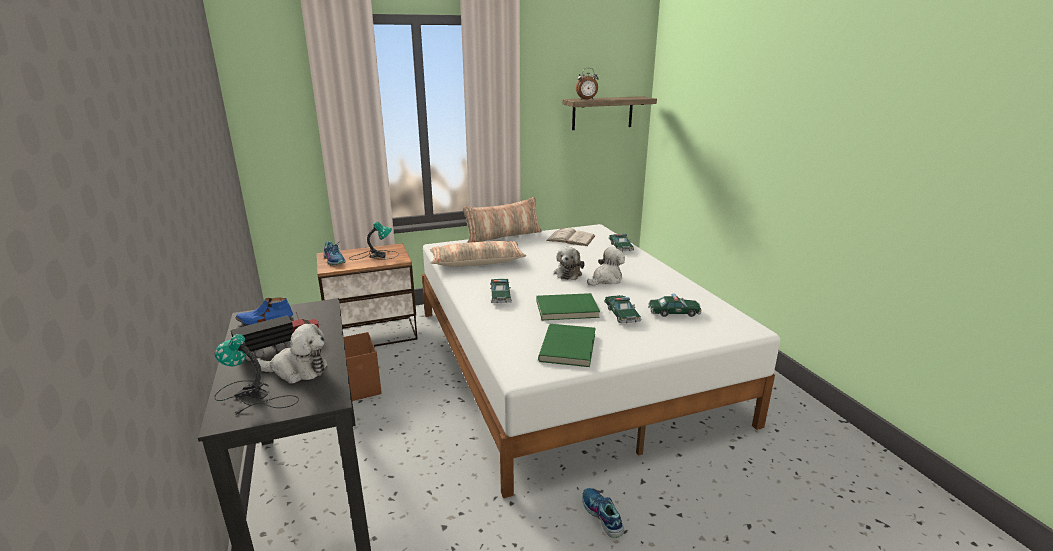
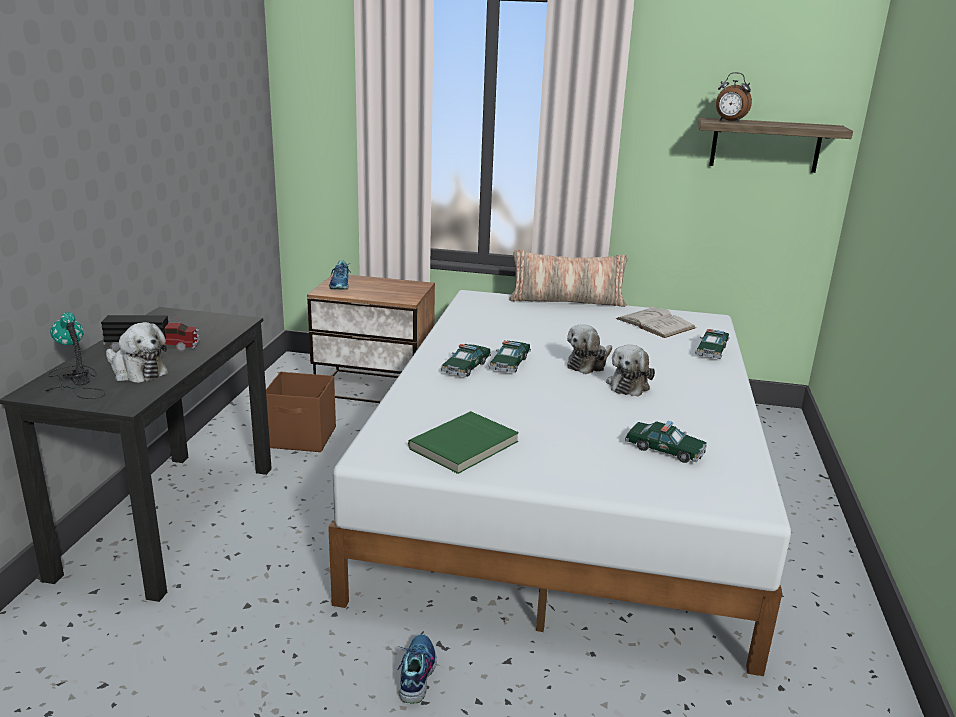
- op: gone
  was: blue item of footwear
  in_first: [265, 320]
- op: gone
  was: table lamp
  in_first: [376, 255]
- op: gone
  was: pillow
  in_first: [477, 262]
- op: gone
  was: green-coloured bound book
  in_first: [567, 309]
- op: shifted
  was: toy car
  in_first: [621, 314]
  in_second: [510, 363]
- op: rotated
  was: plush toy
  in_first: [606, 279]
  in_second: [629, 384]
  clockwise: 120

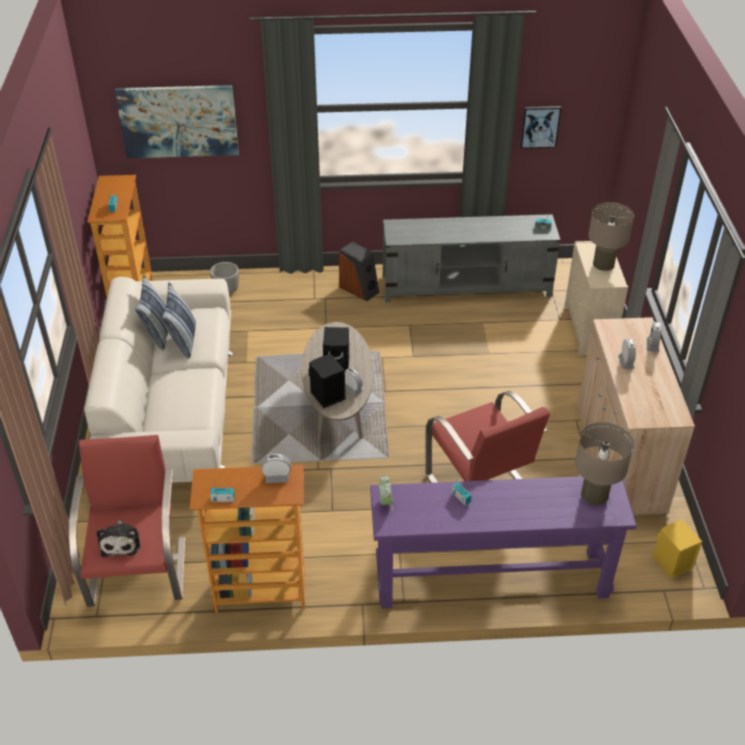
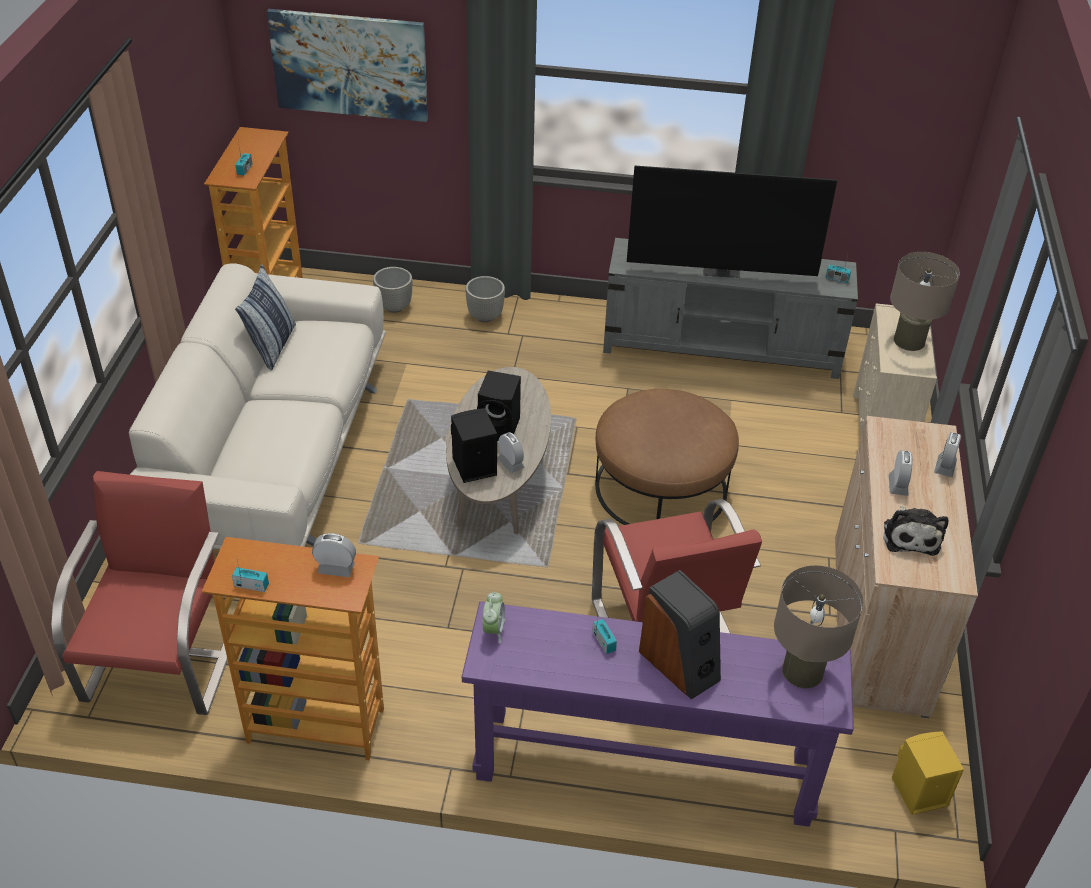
- op: gone
  was: pillow
  in_first: [183, 341]
- op: gone
  was: wall picture
  in_first: [540, 126]
- op: new
  now: gray planter
  in_second: [485, 316]
- op: new
  now: brown pouffe
  in_second: [661, 487]
- op: new
  now: TV
  in_second: [721, 269]
- op: shifted
  was: plush toy
  in_first: [121, 542]
  in_second: [910, 536]
- op: shifted
  was: loudspeaker
  in_first: [359, 289]
  in_second: [680, 664]

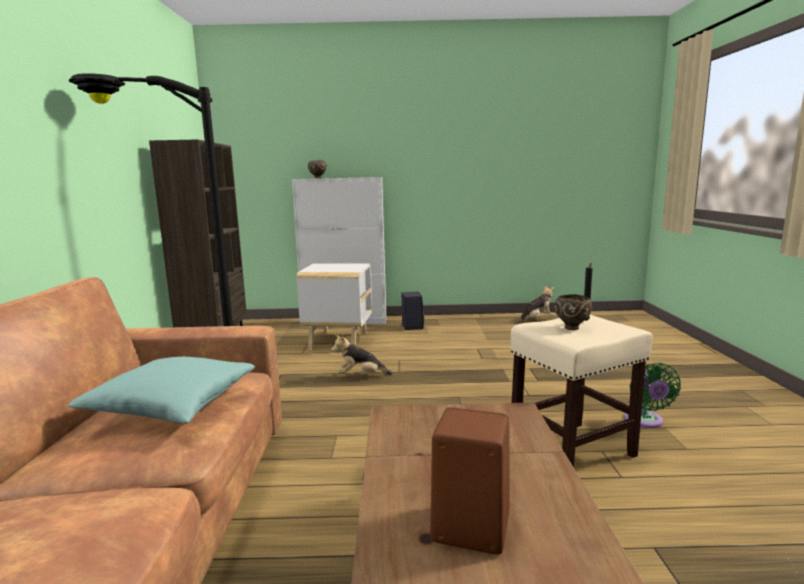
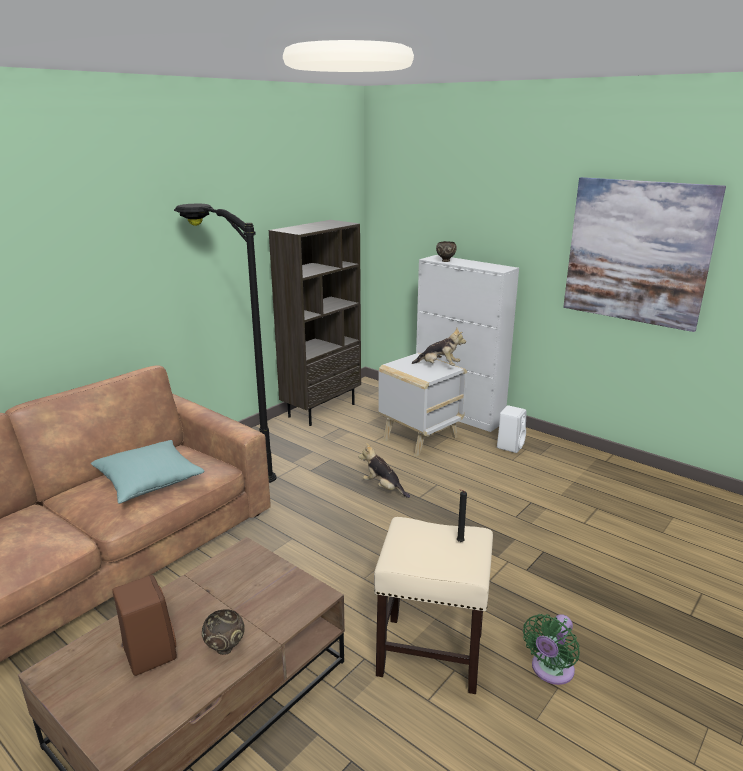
- op: new
  now: wall picture
  in_second: [637, 252]
- op: shifted
  was: plush toy
  in_first: [537, 320]
  in_second: [439, 366]
- op: shifted
  was: brown bowl
  in_first: [571, 328]
  in_second: [226, 648]
- op: repainted
  was: black loudspeaker
  now: white loudspeaker
  in_first: [412, 326]
  in_second: [510, 445]

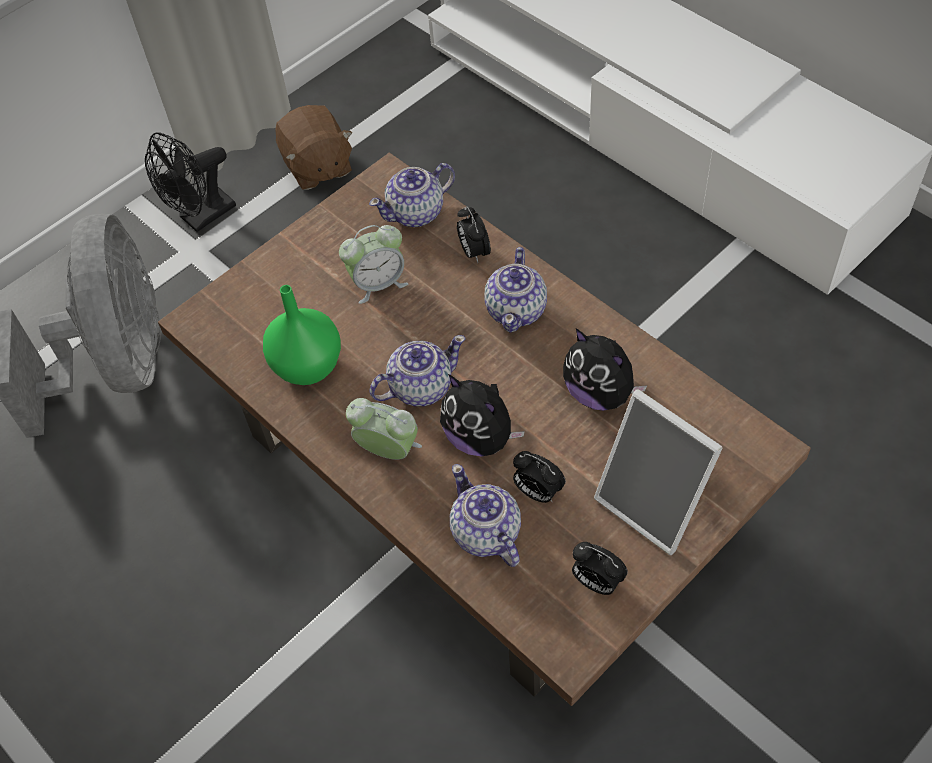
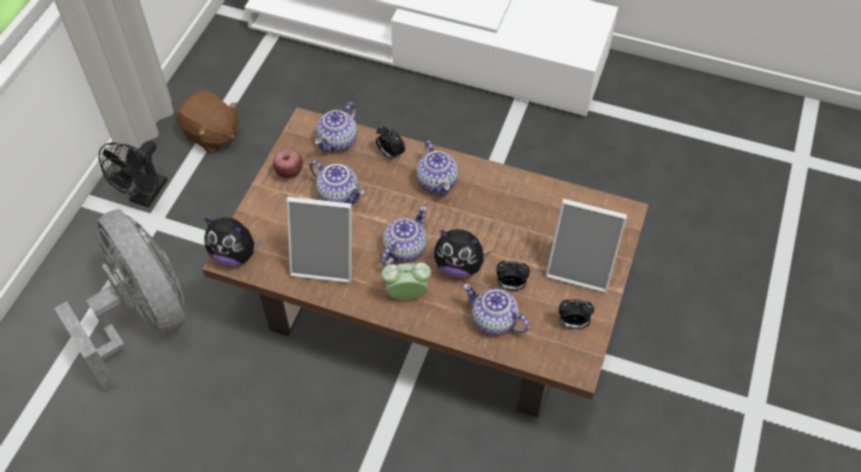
- op: new
  now: apple
  in_second: [289, 172]
- op: shifted
  was: plush toy
  in_first: [600, 393]
  in_second: [235, 254]
- op: swapped
  was: green-coloured decorative vase
  now: photo frame
  in_first: [309, 366]
  in_second: [325, 261]
- op: swapped
  was: alarm clock
  now: pot for tea
  in_first: [378, 283]
  in_second: [339, 194]

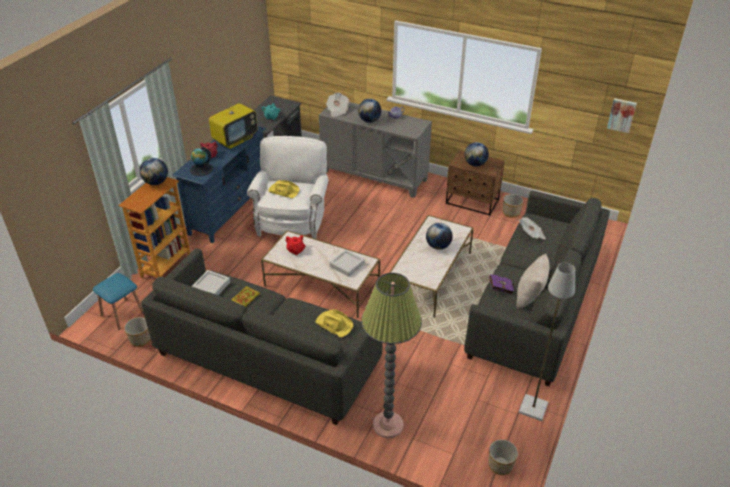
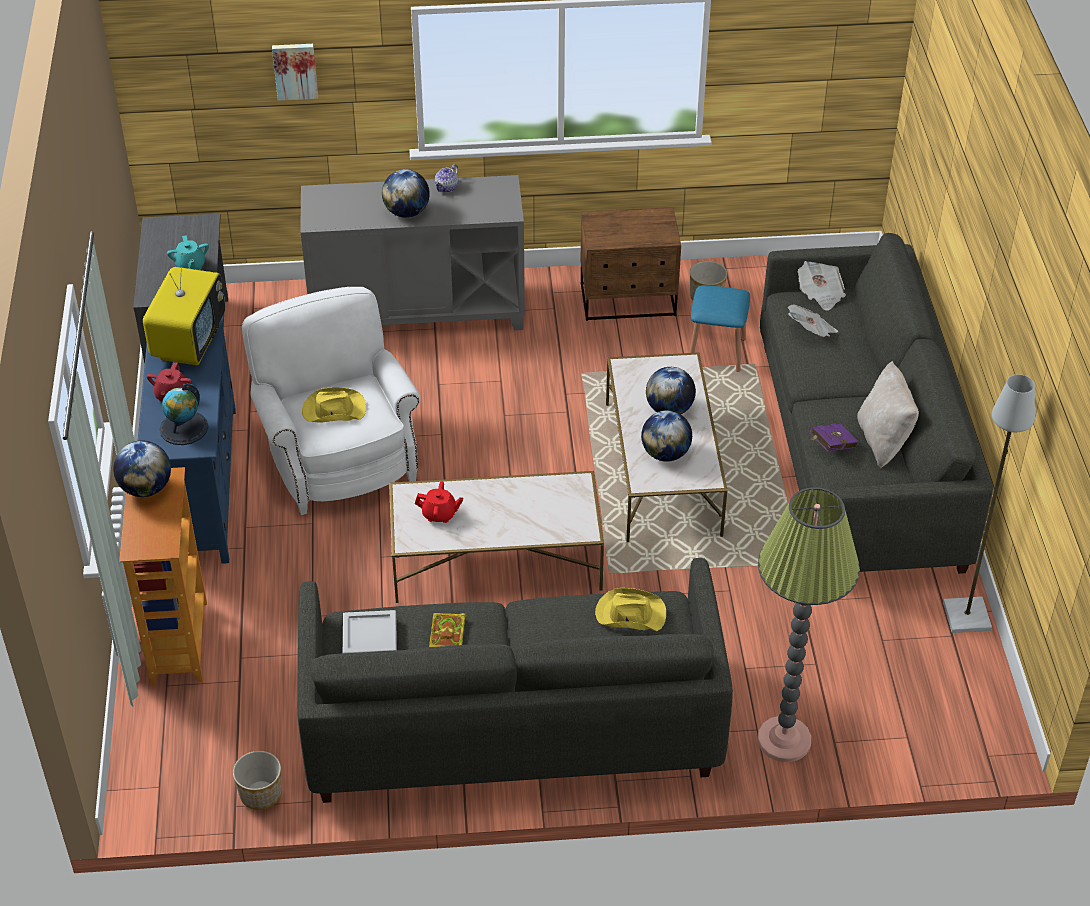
- op: gone
  was: gray tray
  in_first: [347, 265]
- op: gone
  was: planter
  in_first: [501, 465]
- op: shifted
  was: blue sitting stool
  in_first: [122, 314]
  in_second: [716, 352]
- op: shifted
  was: printed paper
  in_first: [337, 110]
  in_second: [820, 294]
- op: shifted
  was: world globe
  in_first: [475, 164]
  in_second: [665, 454]
- op: shifted
  was: wall picture
  in_first: [621, 115]
  in_second: [295, 70]

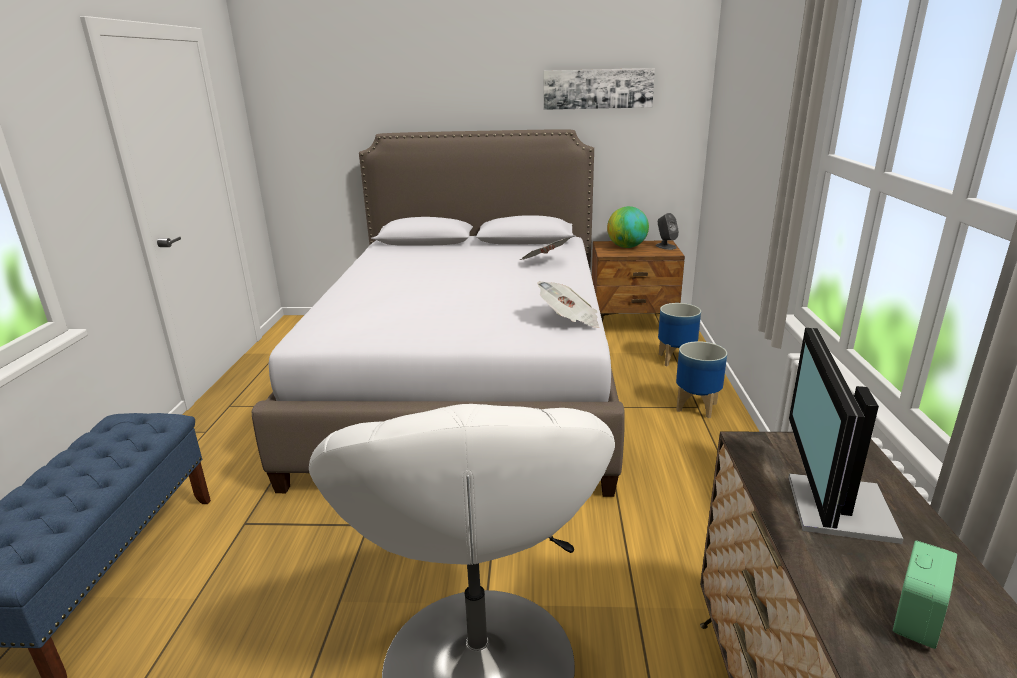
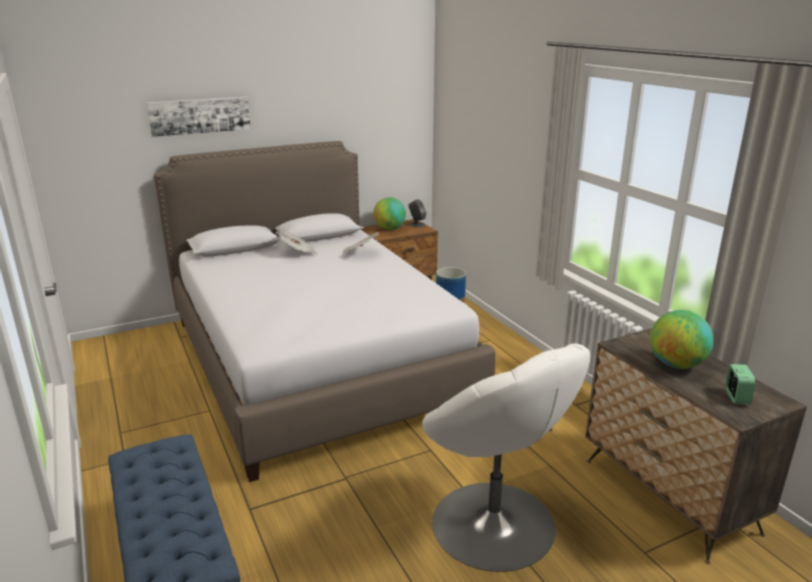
- op: gone
  was: planter
  in_first: [696, 407]
- op: shifted
  was: printed paper
  in_first: [569, 320]
  in_second: [298, 253]
- op: shifted
  was: wall picture
  in_first: [598, 89]
  in_second: [200, 115]
- op: swapped
  was: monitor
  now: world globe
  in_first: [835, 508]
  in_second: [676, 364]

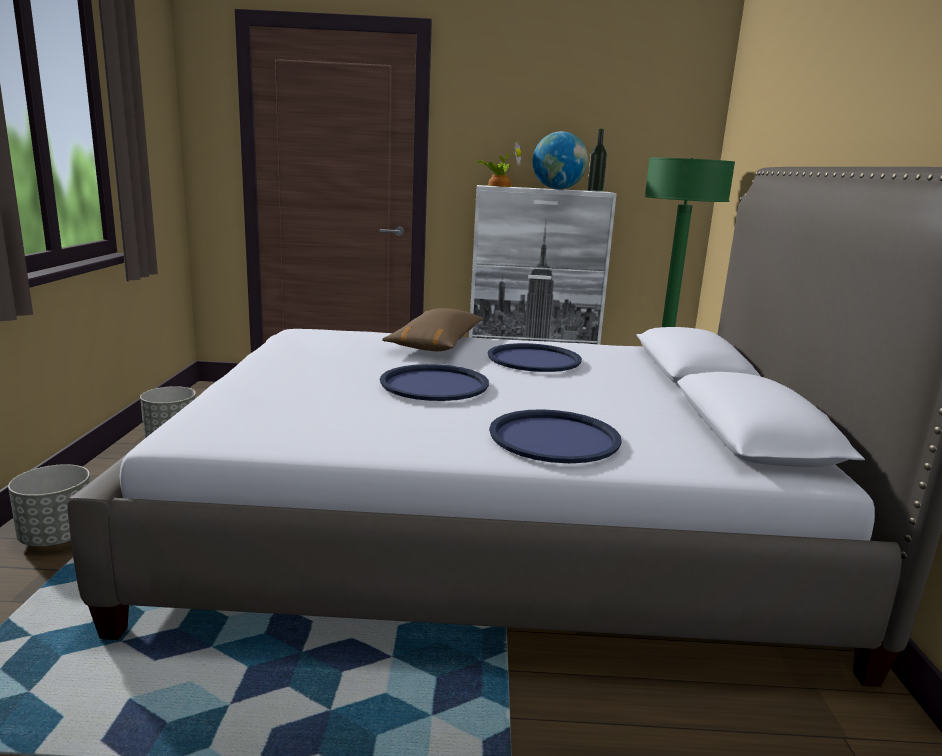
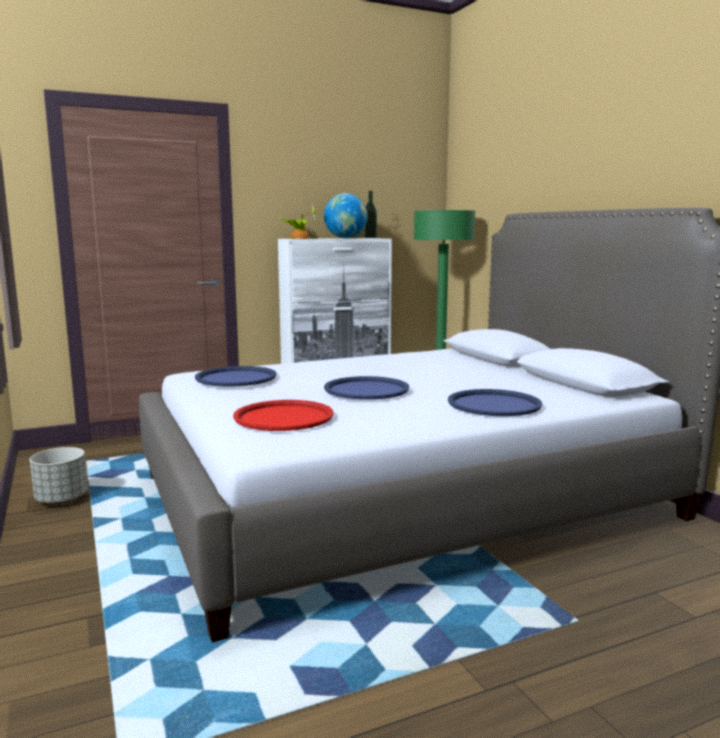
- op: gone
  was: gray planter
  in_first: [58, 538]
- op: gone
  was: brown pillow
  in_first: [437, 343]
- op: new
  now: red-coloured tray
  in_second: [283, 417]
- op: shifted
  was: blue tray
  in_first: [534, 359]
  in_second: [236, 378]

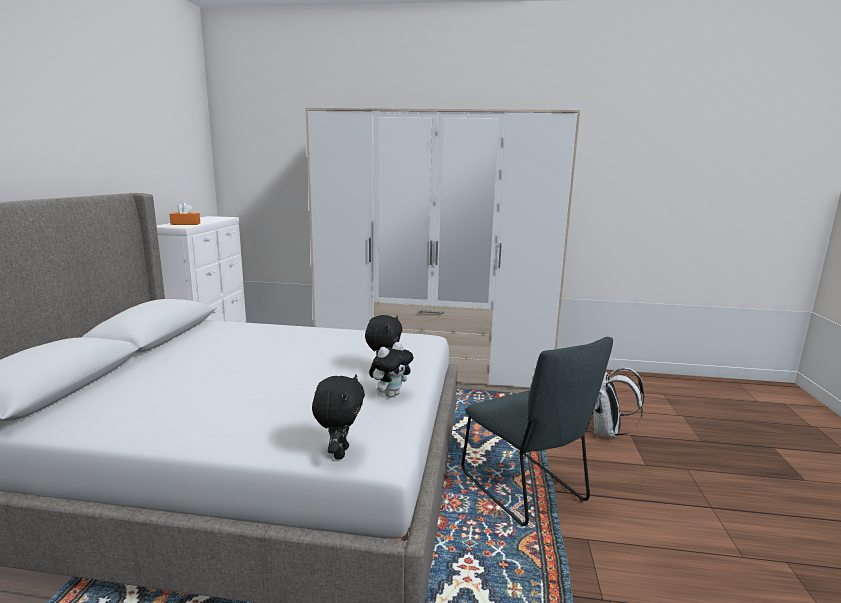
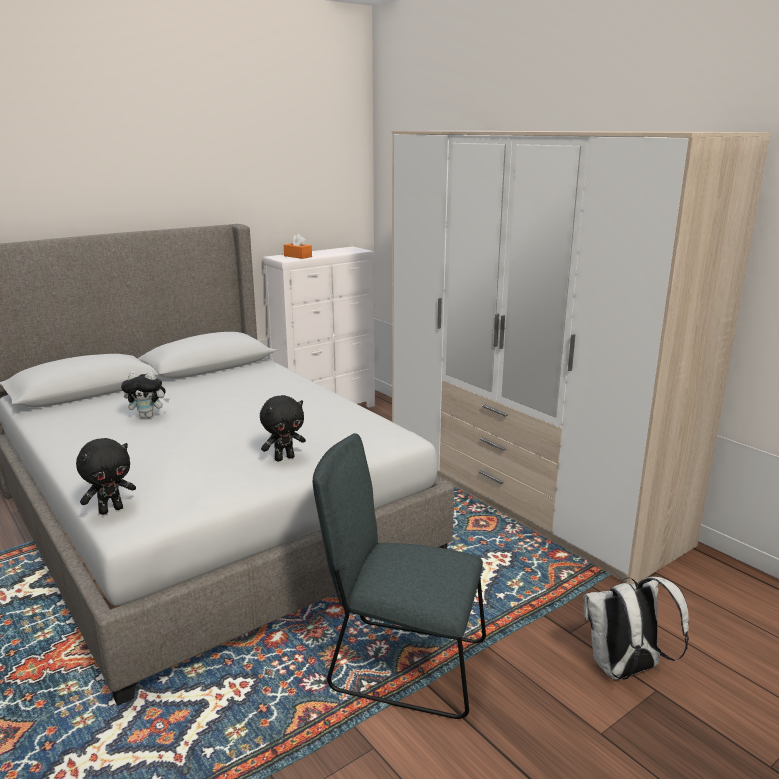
- op: shifted
  was: plush toy
  in_first: [390, 394]
  in_second: [148, 416]
- op: rotated
  was: gray upright chair
  in_first: [526, 490]
  in_second: [401, 665]
  clockwise: 90

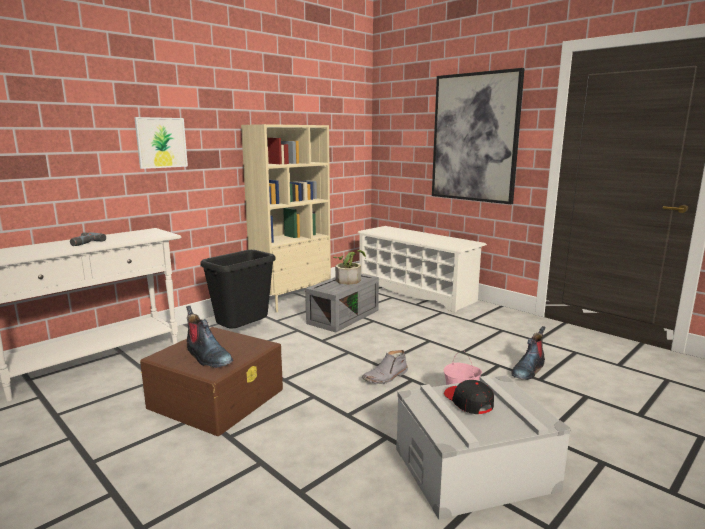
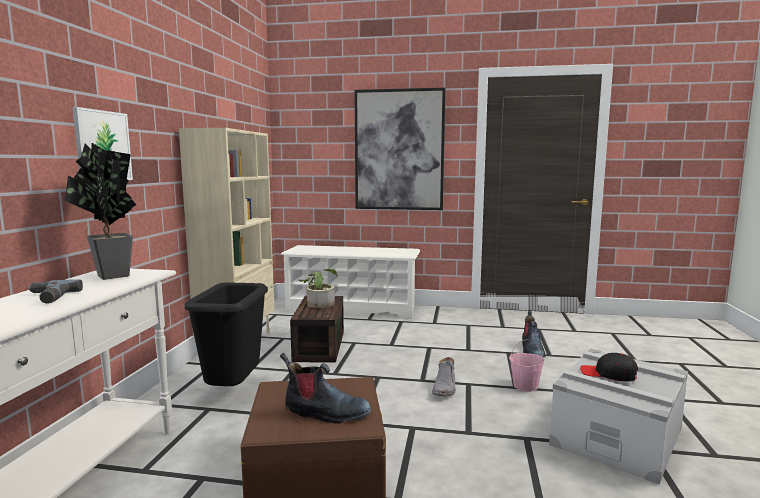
- op: new
  now: houseplant
  in_second: [111, 277]
- op: repainted
  was: gray storage container
  now: brown storage container
  in_first: [343, 316]
  in_second: [318, 345]

